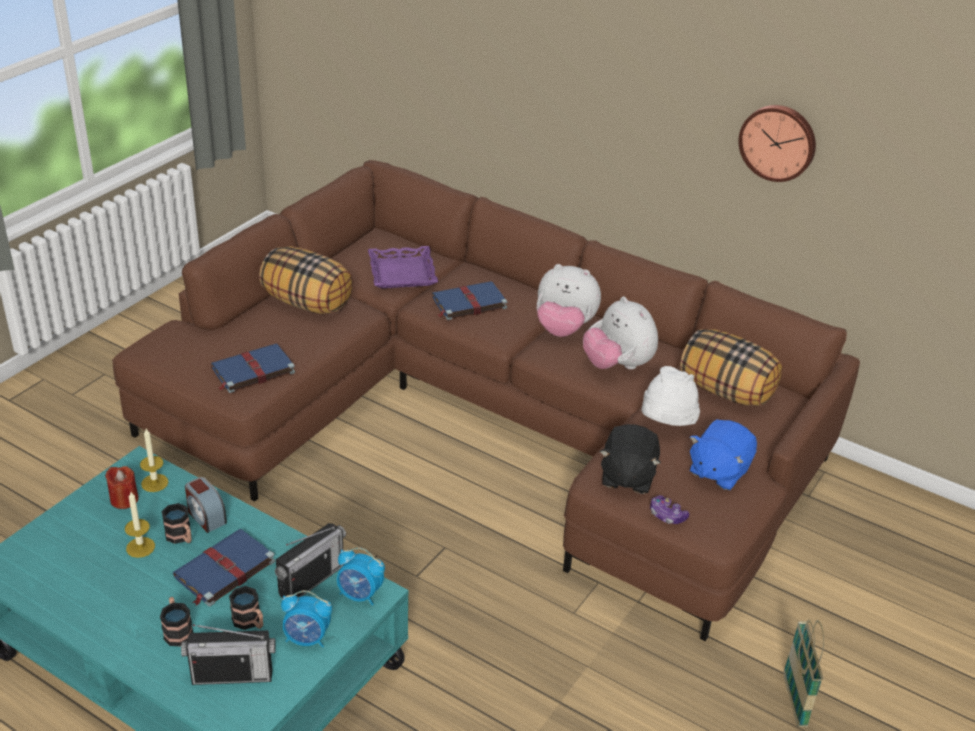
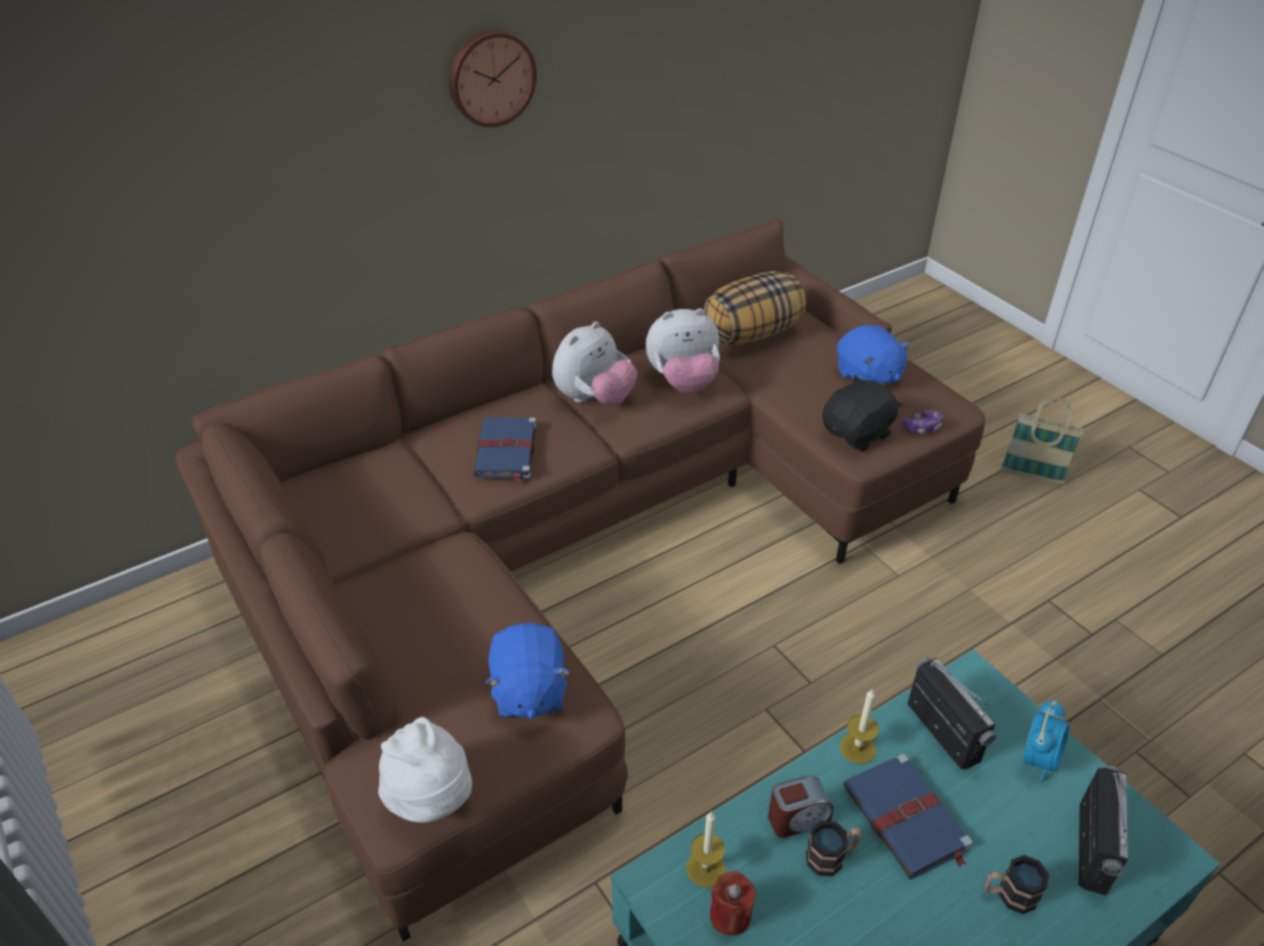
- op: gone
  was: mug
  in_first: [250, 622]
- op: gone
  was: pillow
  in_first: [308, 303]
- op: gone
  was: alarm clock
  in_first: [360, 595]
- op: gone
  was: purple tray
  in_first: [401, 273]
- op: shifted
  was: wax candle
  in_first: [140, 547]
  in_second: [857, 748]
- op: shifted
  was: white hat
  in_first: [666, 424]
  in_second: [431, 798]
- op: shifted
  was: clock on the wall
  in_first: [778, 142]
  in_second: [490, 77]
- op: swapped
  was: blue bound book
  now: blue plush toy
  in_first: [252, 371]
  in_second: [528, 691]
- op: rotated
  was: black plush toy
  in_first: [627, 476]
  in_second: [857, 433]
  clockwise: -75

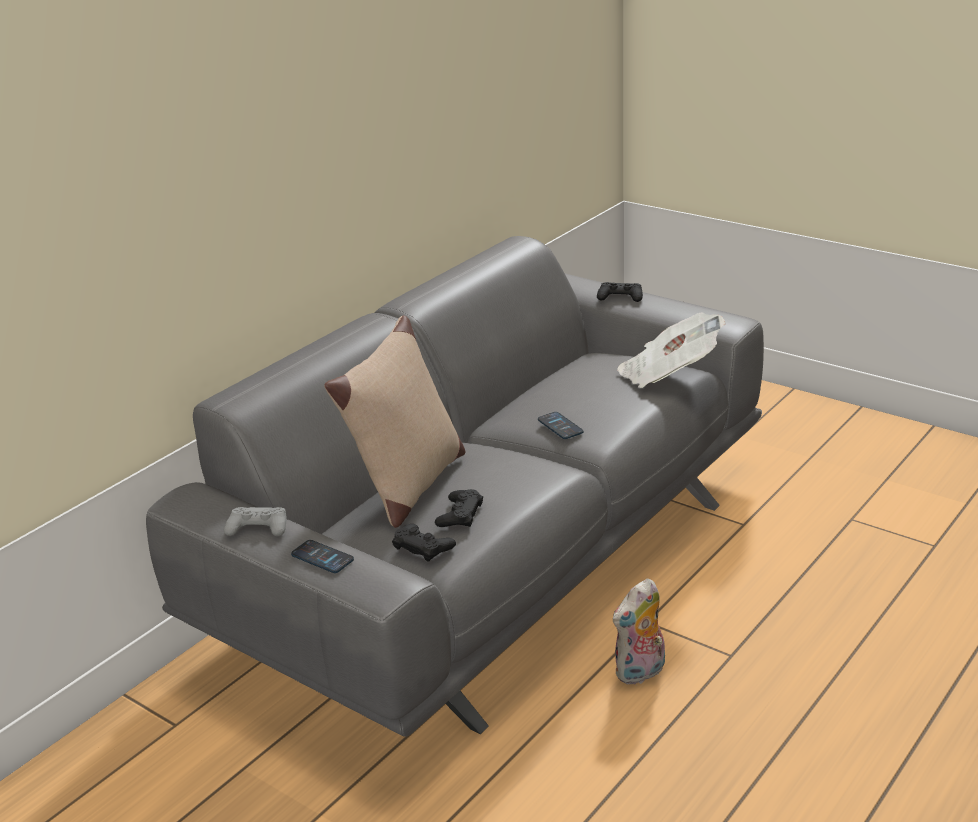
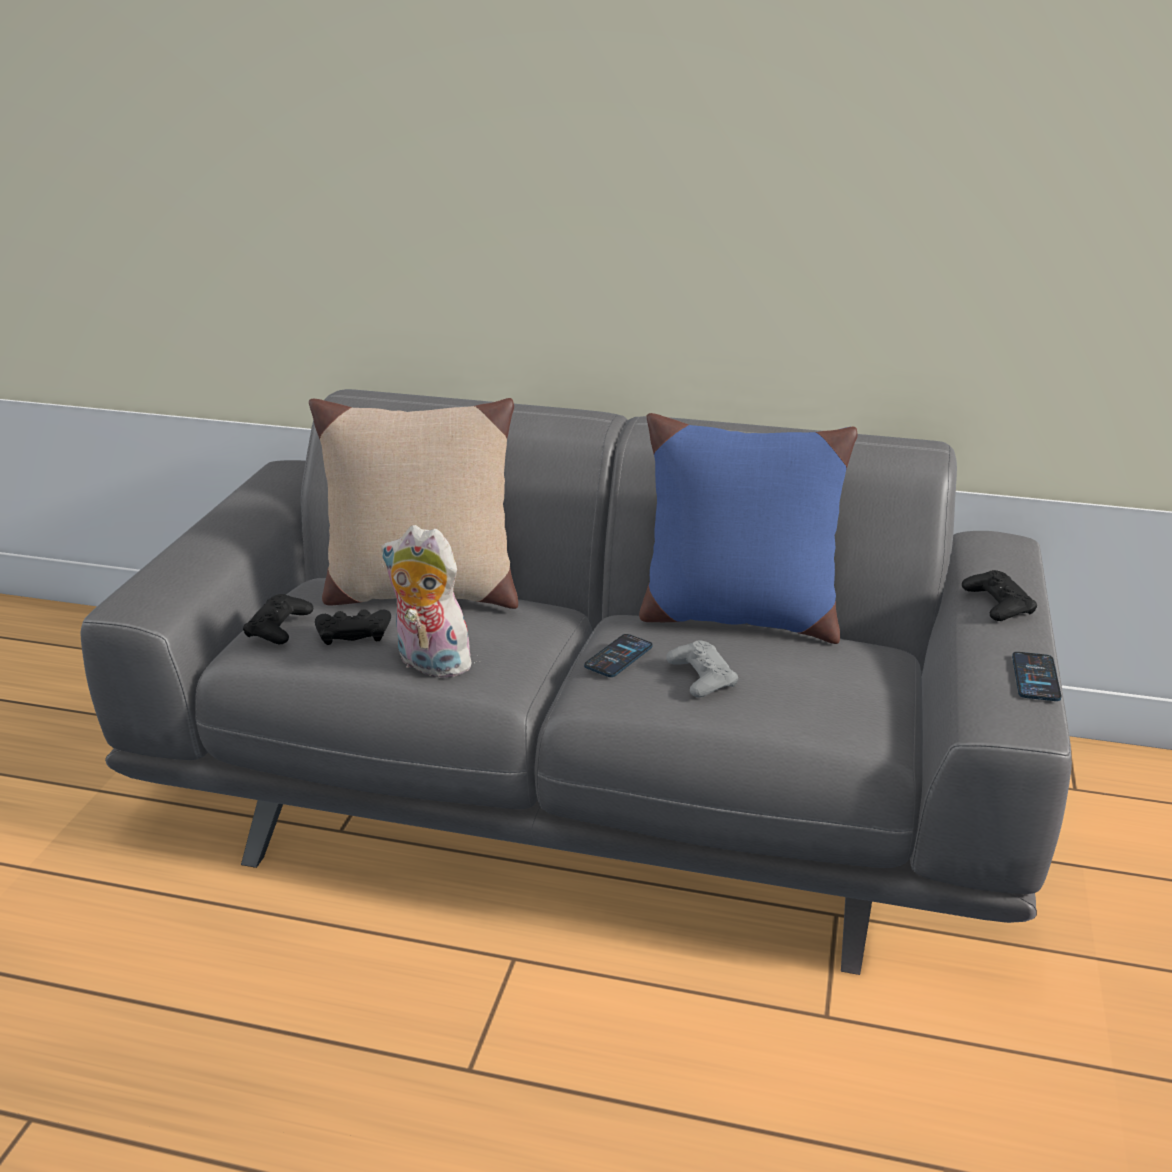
- op: gone
  was: printed paper
  in_first: [669, 374]
- op: new
  now: blue pillow
  in_second: [736, 617]
- op: shifted
  was: gray joypad
  in_first: [258, 527]
  in_second: [701, 676]
- op: shifted
  was: phone
  in_first: [322, 557]
  in_second: [1035, 678]
- op: shifted
  was: plush toy
  in_first: [640, 673]
  in_second: [428, 664]

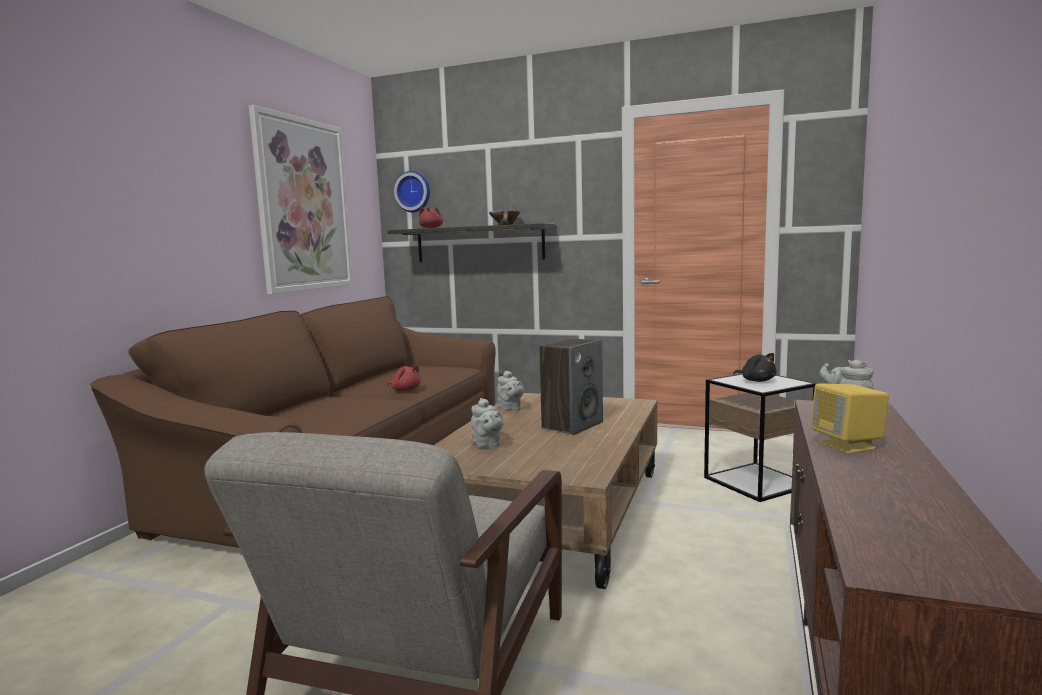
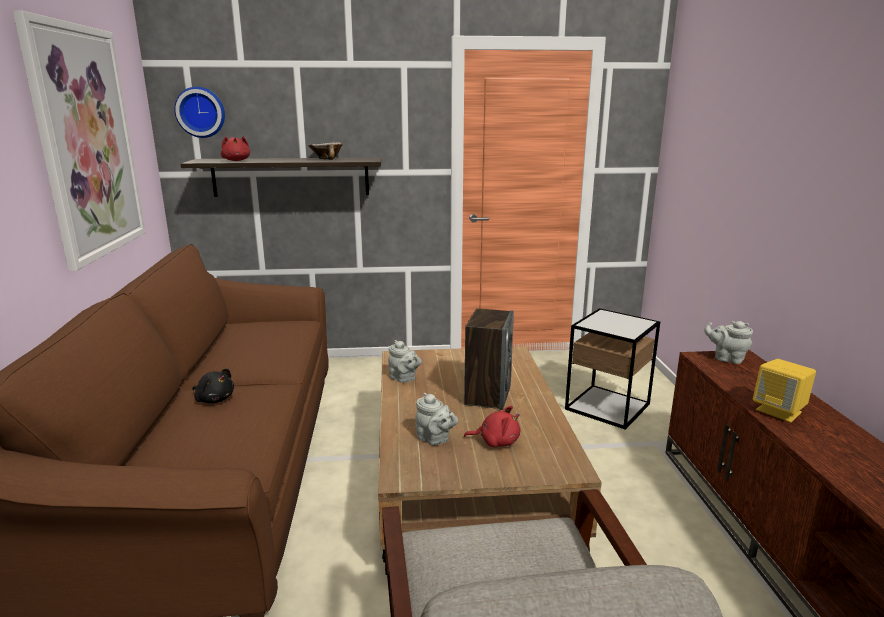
- op: shifted
  was: red-coloured plush toy
  in_first: [405, 390]
  in_second: [496, 441]
- op: shifted
  was: black plush toy
  in_first: [756, 381]
  in_second: [214, 399]

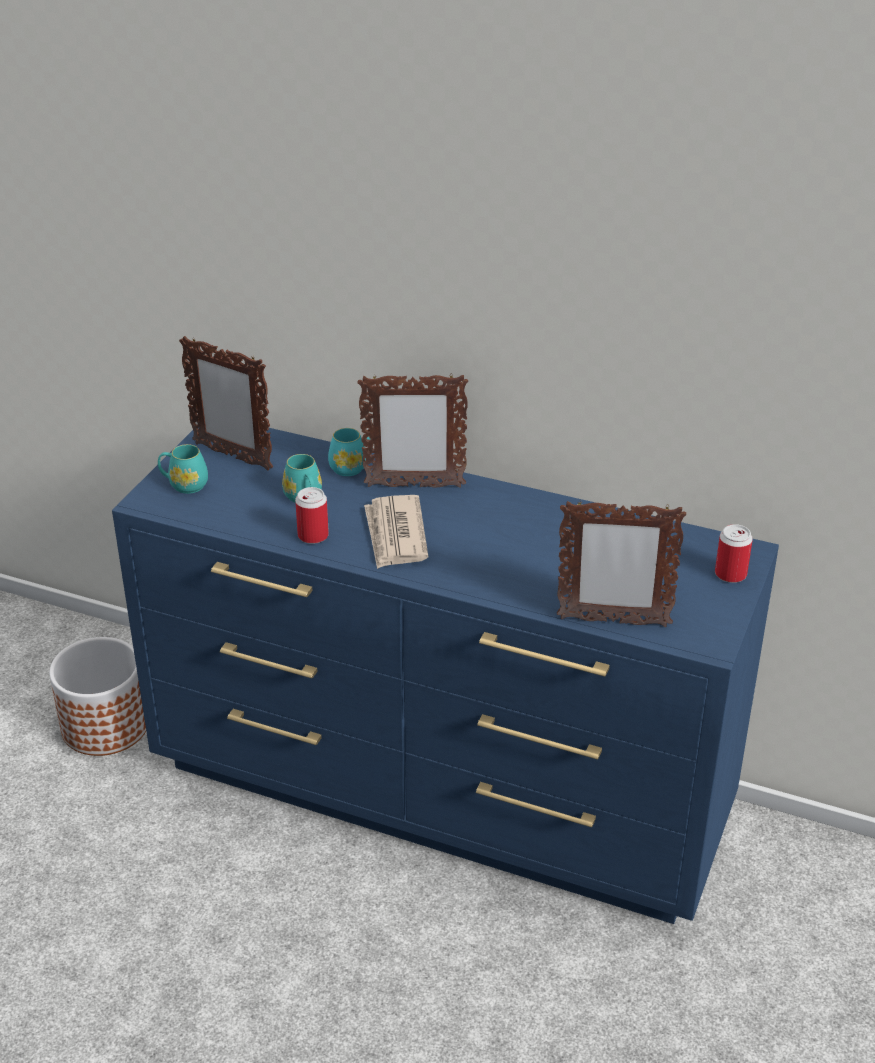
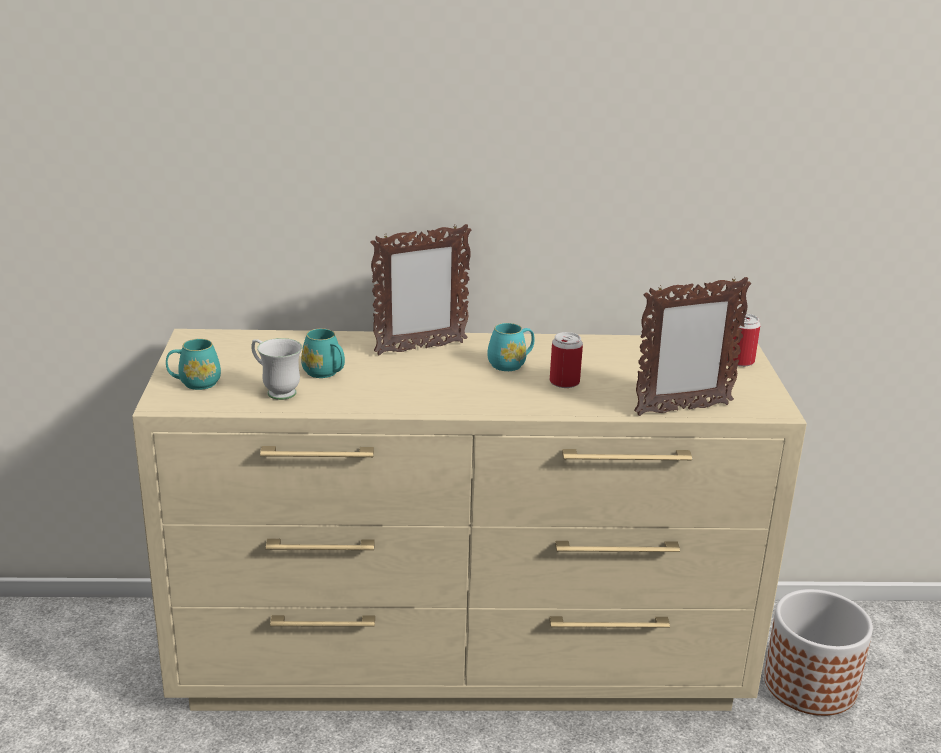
- op: gone
  was: photo frame
  in_first: [232, 456]
- op: gone
  was: printed paper
  in_first: [395, 535]
- op: new
  now: white mug
  in_second: [275, 391]
- op: shifted
  was: planter
  in_first: [106, 726]
  in_second: [810, 685]
- op: shifted
  was: can
  in_first: [313, 536]
  in_second: [564, 382]
- op: shifted
  was: blue-green mug
  in_first: [353, 468]
  in_second: [511, 364]
- op: repainted
  was: blue chest of drawers
  now: sand-coloured chest of drawers
  in_first: [441, 792]
  in_second: [463, 661]

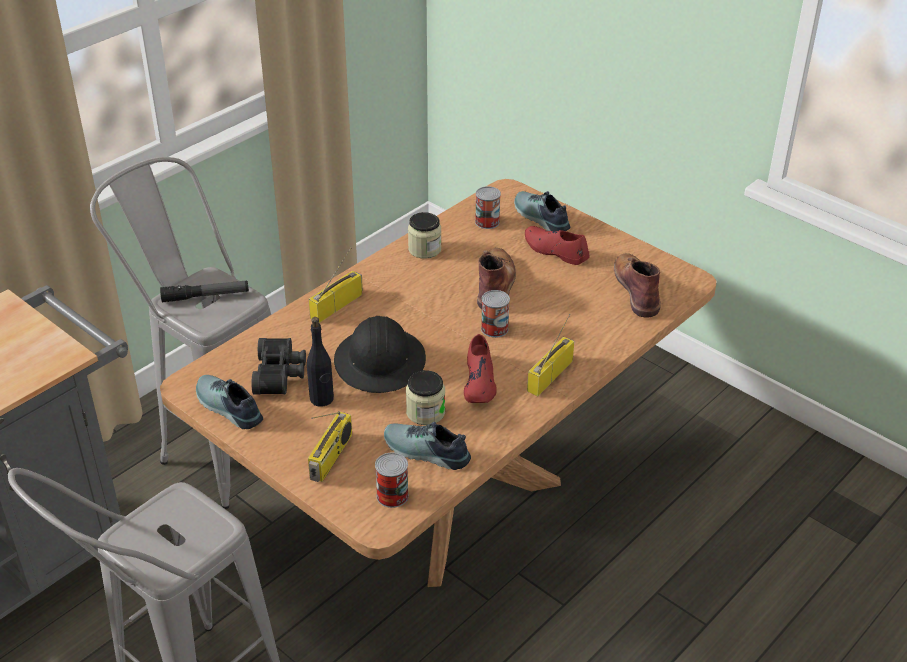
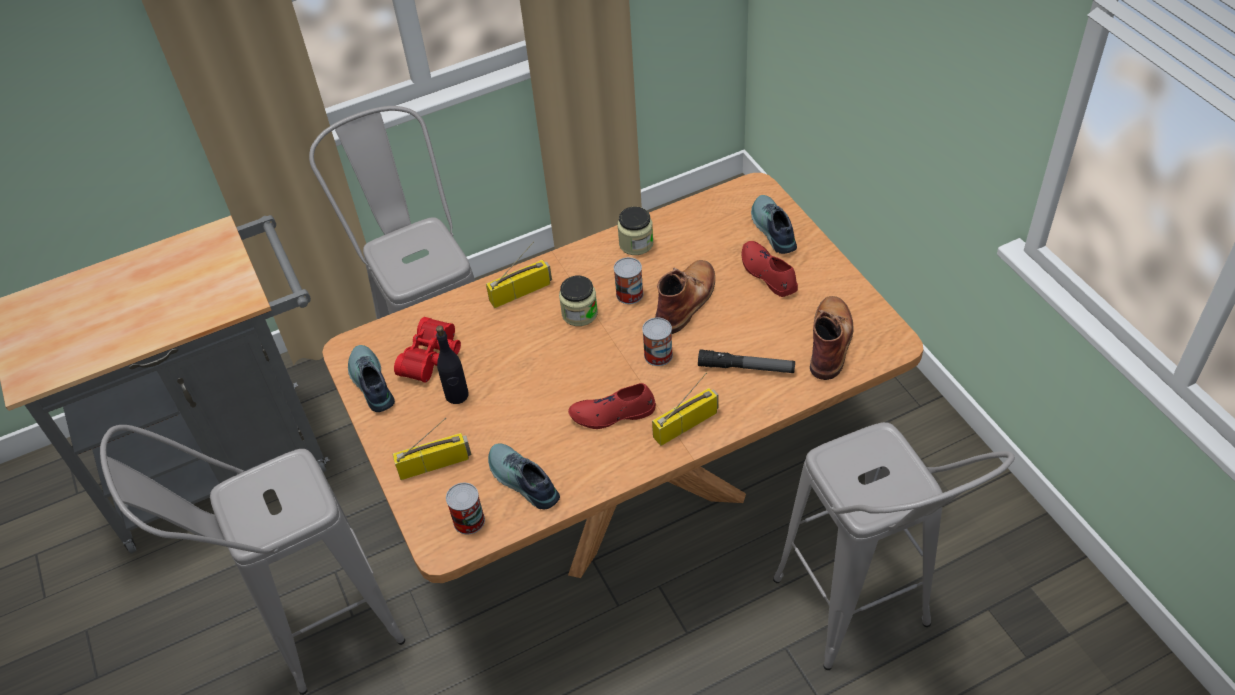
- op: gone
  was: black safety helmet
  in_first: [380, 361]
- op: new
  now: gray sitting stool
  in_second: [862, 622]
- op: shifted
  was: torch
  in_first: [205, 296]
  in_second: [746, 367]
- op: shifted
  was: storage jar
  in_first: [425, 412]
  in_second: [579, 313]
- op: shifted
  was: can
  in_first: [487, 222]
  in_second: [629, 294]
- op: repainted
  was: black field glasses
  now: red-coloured field glasses
  in_first: [281, 374]
  in_second: [434, 358]
- op: rotated
  was: radio set
  in_first: [331, 457]
  in_second: [435, 463]
  clockwise: -150
- op: rotated
  was: red-coloured item of footwear
  in_first: [479, 381]
  in_second: [612, 413]
  clockwise: 60

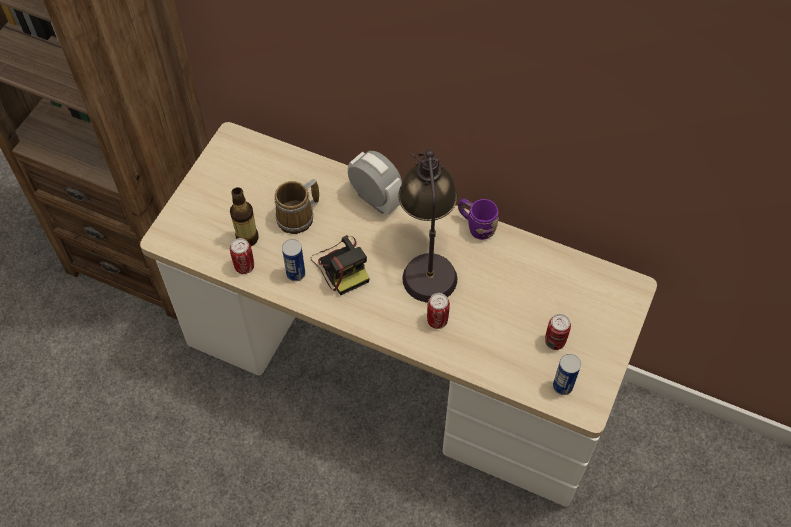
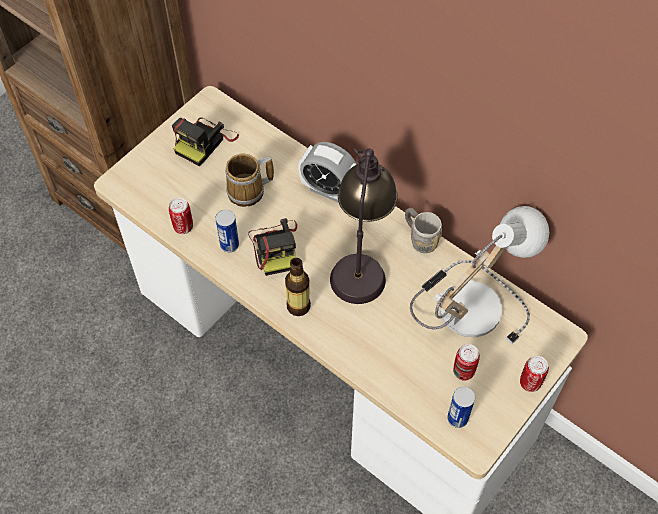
- op: new
  now: still camera
  in_second: [205, 142]
- op: new
  now: table lamp
  in_second: [468, 302]
- op: shifted
  was: beverage bottle
  in_first: [247, 238]
  in_second: [298, 306]
- op: shifted
  was: can
  in_first: [437, 320]
  in_second: [530, 383]
- op: repainted
  was: purple mug
  now: gray mug
  in_first: [476, 226]
  in_second: [420, 238]
- op: rotated
  was: alarm clock
  in_first: [375, 199]
  in_second: [328, 190]
  clockwise: 150

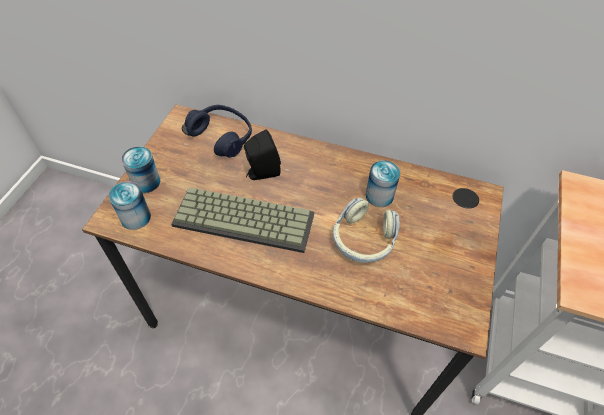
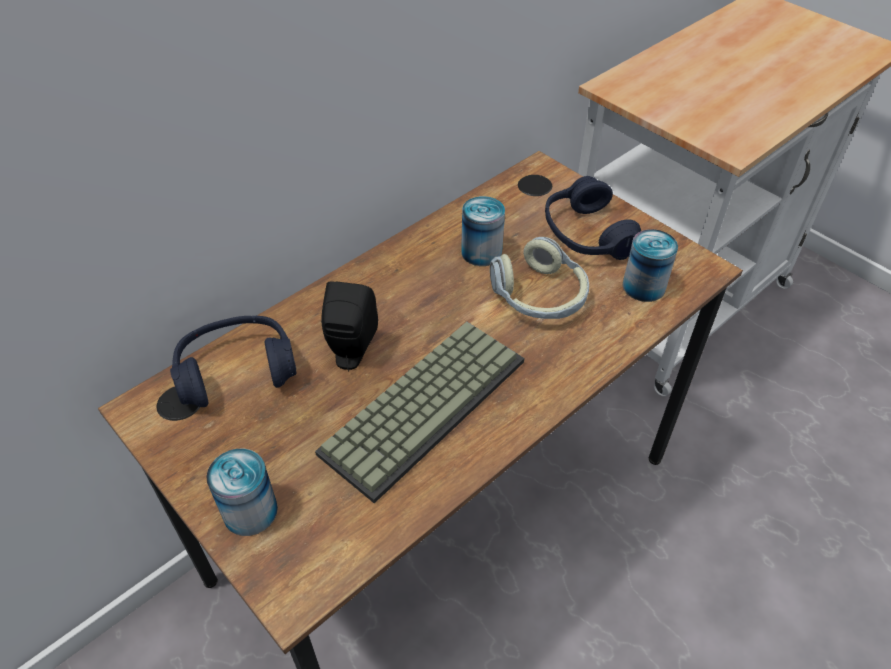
- op: new
  now: blue headset
  in_second: [586, 235]
- op: shifted
  was: can
  in_first: [135, 217]
  in_second: [643, 286]

